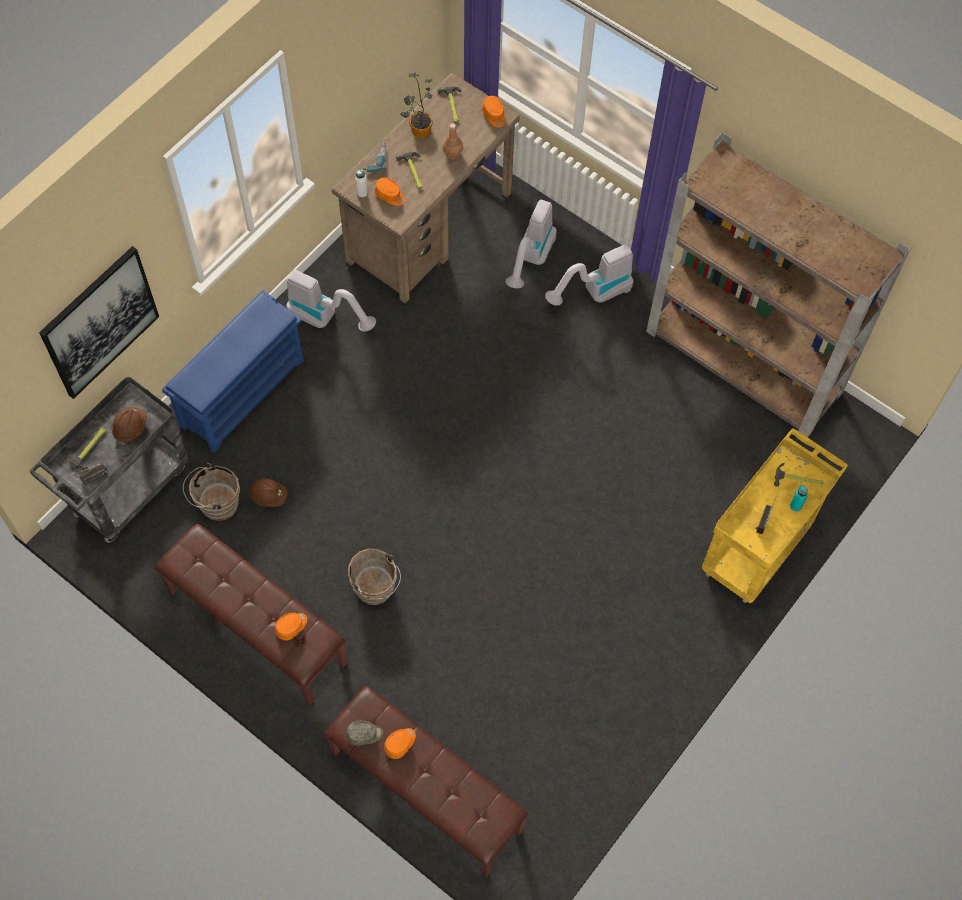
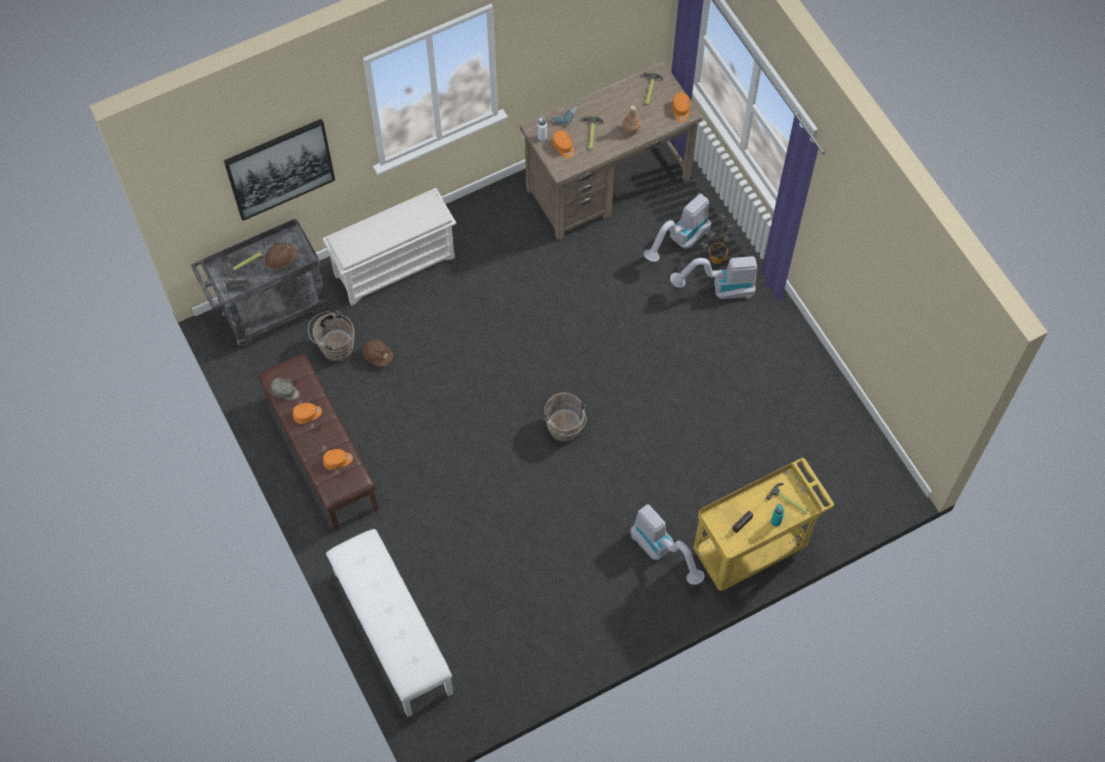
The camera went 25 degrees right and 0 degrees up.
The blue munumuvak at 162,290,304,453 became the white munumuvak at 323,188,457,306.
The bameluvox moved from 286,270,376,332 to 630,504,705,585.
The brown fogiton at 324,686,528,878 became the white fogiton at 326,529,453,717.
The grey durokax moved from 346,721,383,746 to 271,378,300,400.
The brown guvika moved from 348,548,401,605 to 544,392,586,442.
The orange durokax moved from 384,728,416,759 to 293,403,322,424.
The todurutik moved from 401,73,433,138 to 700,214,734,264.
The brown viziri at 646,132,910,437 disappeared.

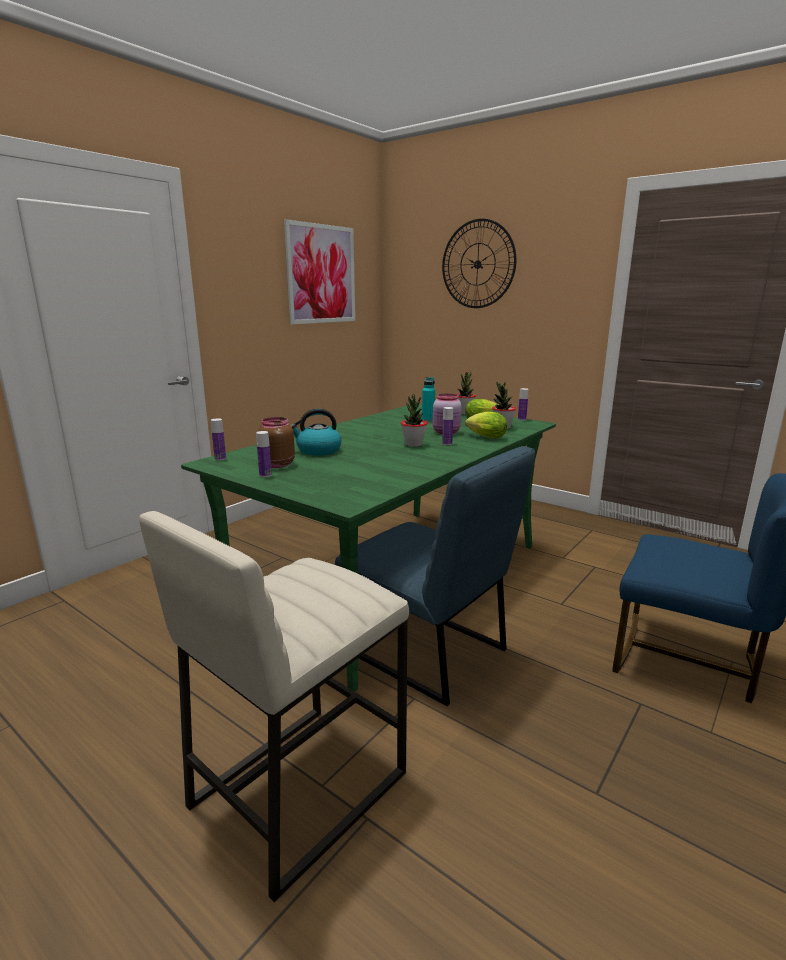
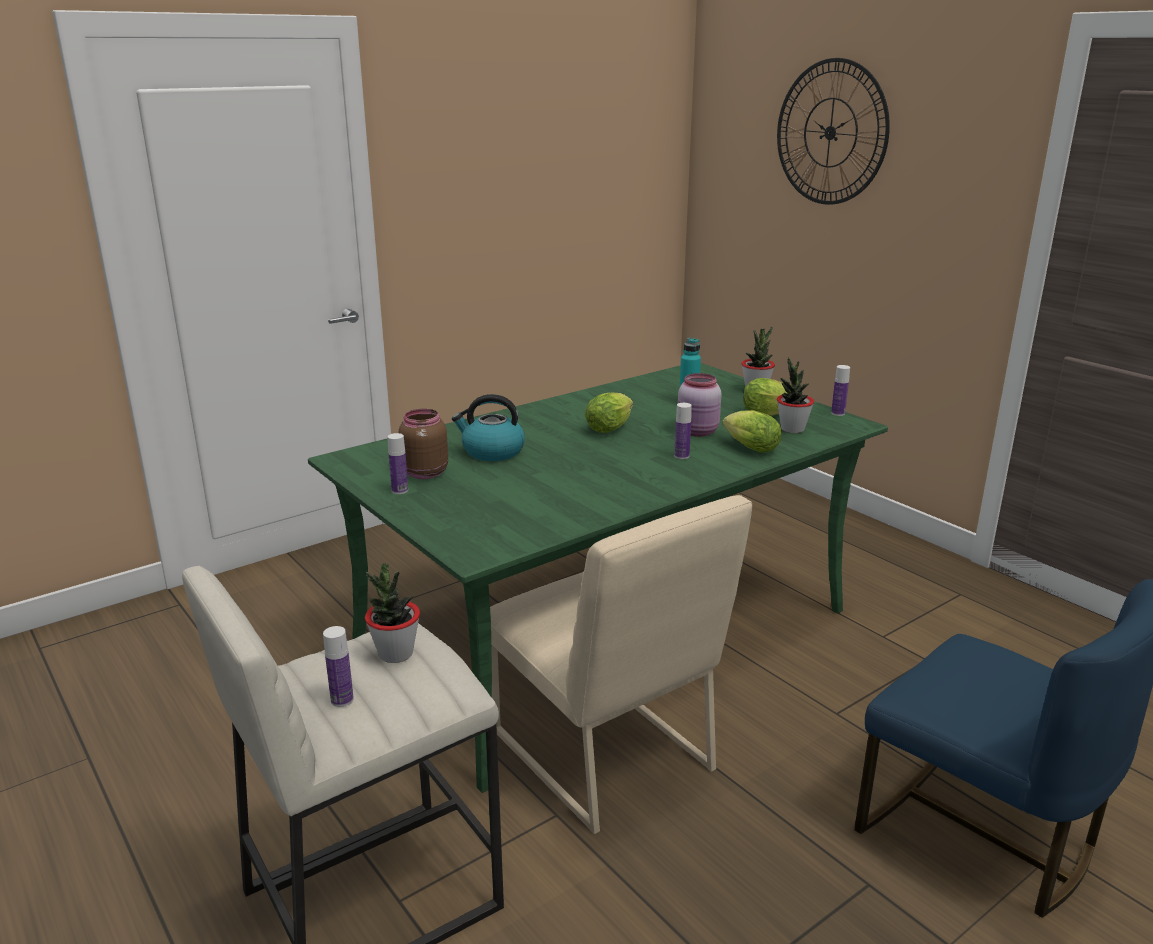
The camera went 15 degrees right and 5 degrees up.
The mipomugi moved from 211,418,226,461 to 323,626,354,707.
The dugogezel at 284,219,355,324 disappeared.
The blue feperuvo at 335,446,535,706 became the beige feperuvo at 490,495,752,834.
The todurutik moved from 401,394,427,447 to 365,564,420,663.
The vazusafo at 585,393,633,433 appeared.

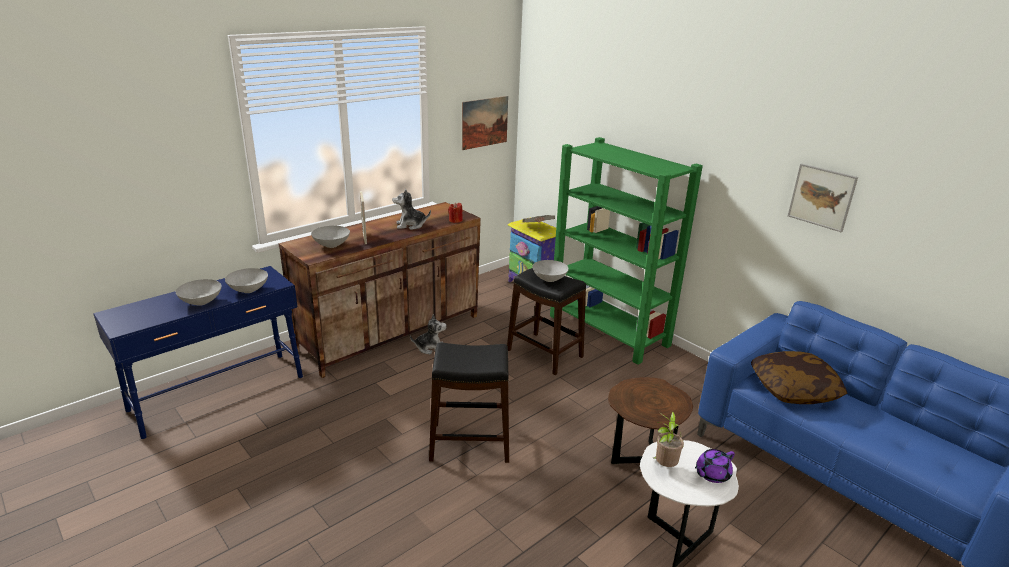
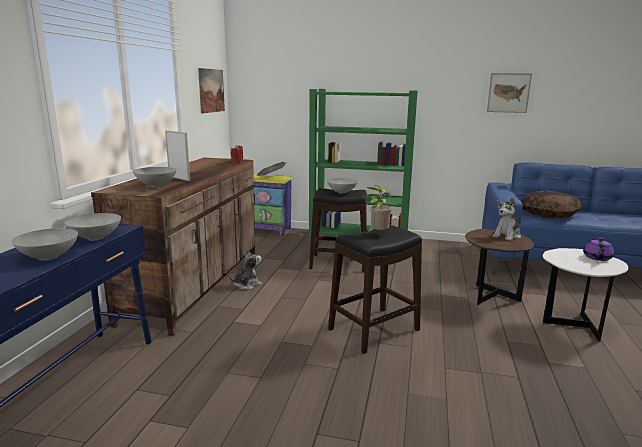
The camera went 35 degrees left and 10 degrees down.
The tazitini moved from 392,189,431,230 to 493,198,521,241.
The todurutik moved from 653,411,684,467 to 367,185,392,232.

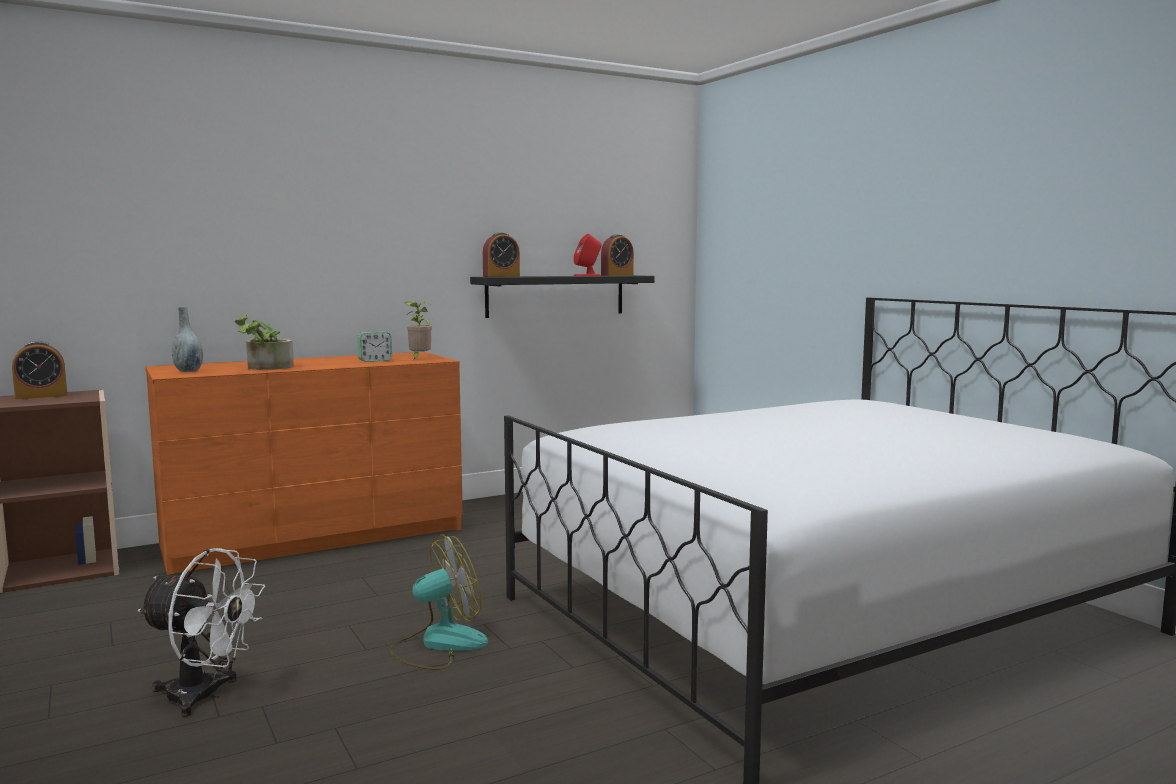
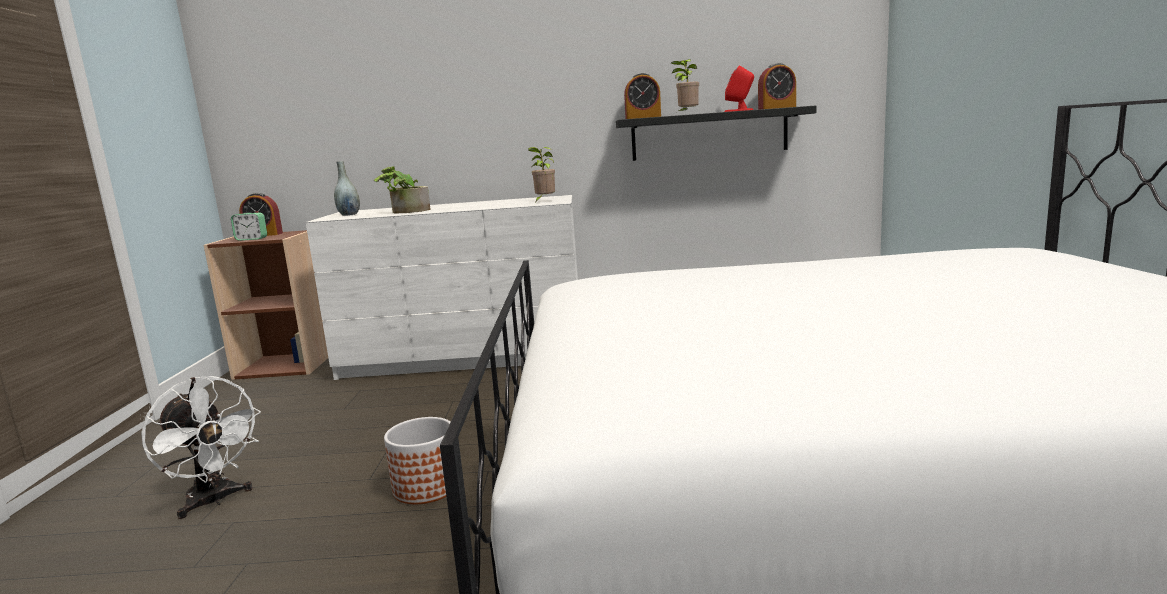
The camera went 30 degrees right and 5 degrees up.
The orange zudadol at 145,352,463,575 became the white zudadol at 305,195,578,380.
The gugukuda moved from 357,331,392,362 to 231,213,267,241.
The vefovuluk at 390,535,488,670 was replaced by the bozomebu at 384,417,451,504.
The todurutik at 671,59,699,112 appeared.

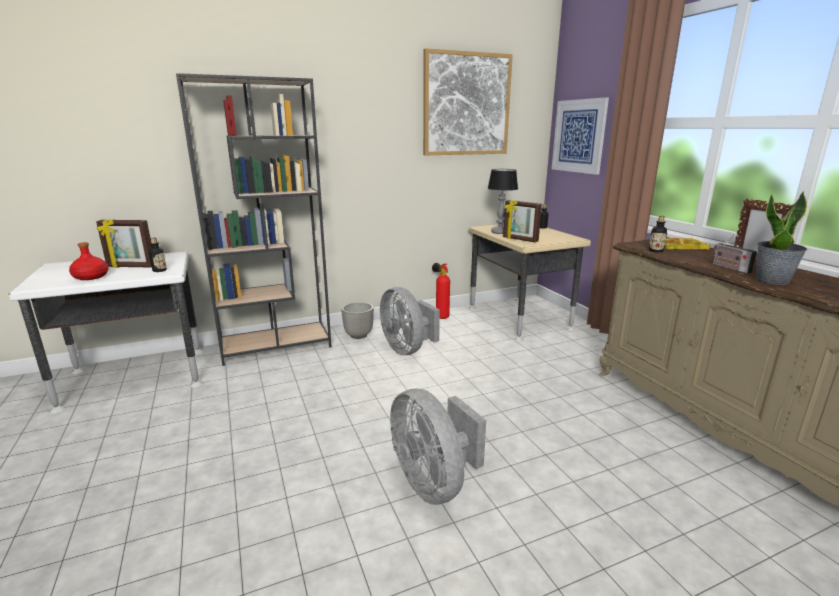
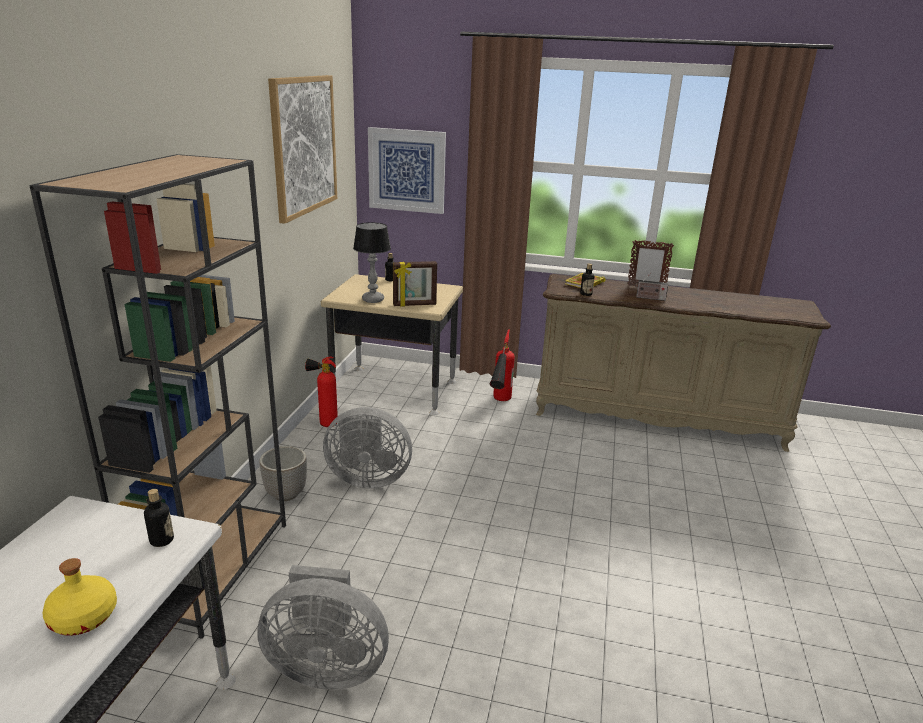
The camera went 55 degrees left and 5 degrees up.
The red mipomugi at 69,242,109,280 became the yellow mipomugi at 42,558,117,636.
The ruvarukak at 96,220,152,268 disappeared.
The grey vefovuluk moved from 390,388,486,505 to 257,565,389,690.
The todurutik at 755,191,808,285 disappeared.
The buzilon at 490,329,515,401 appeared.

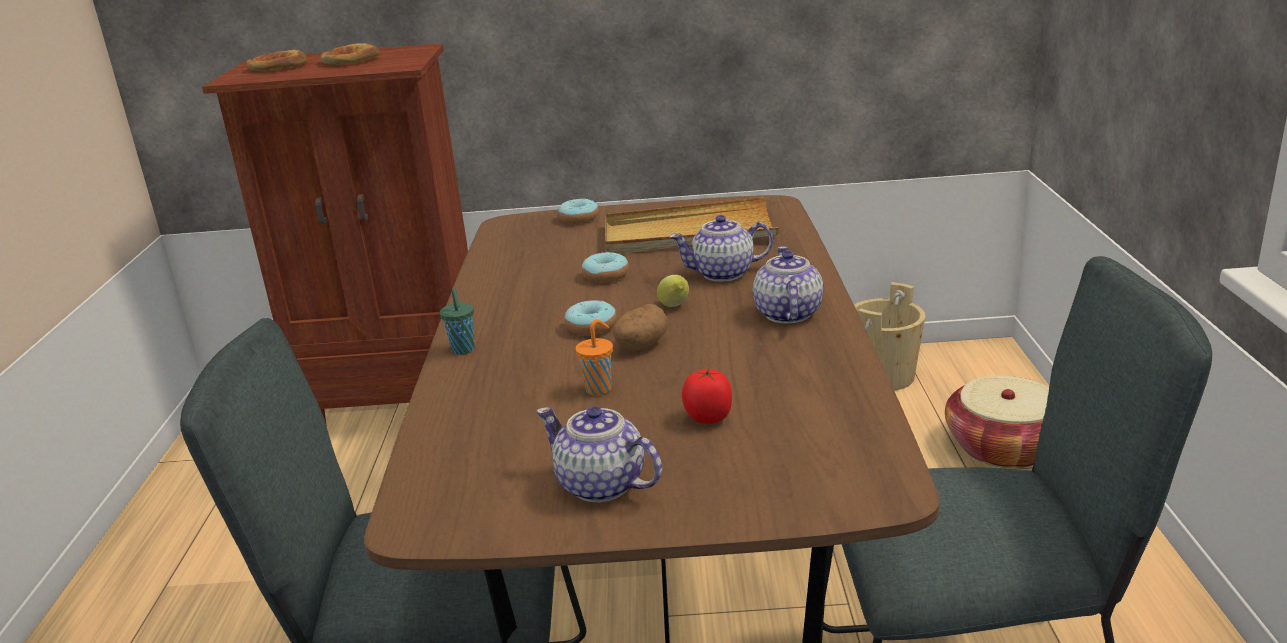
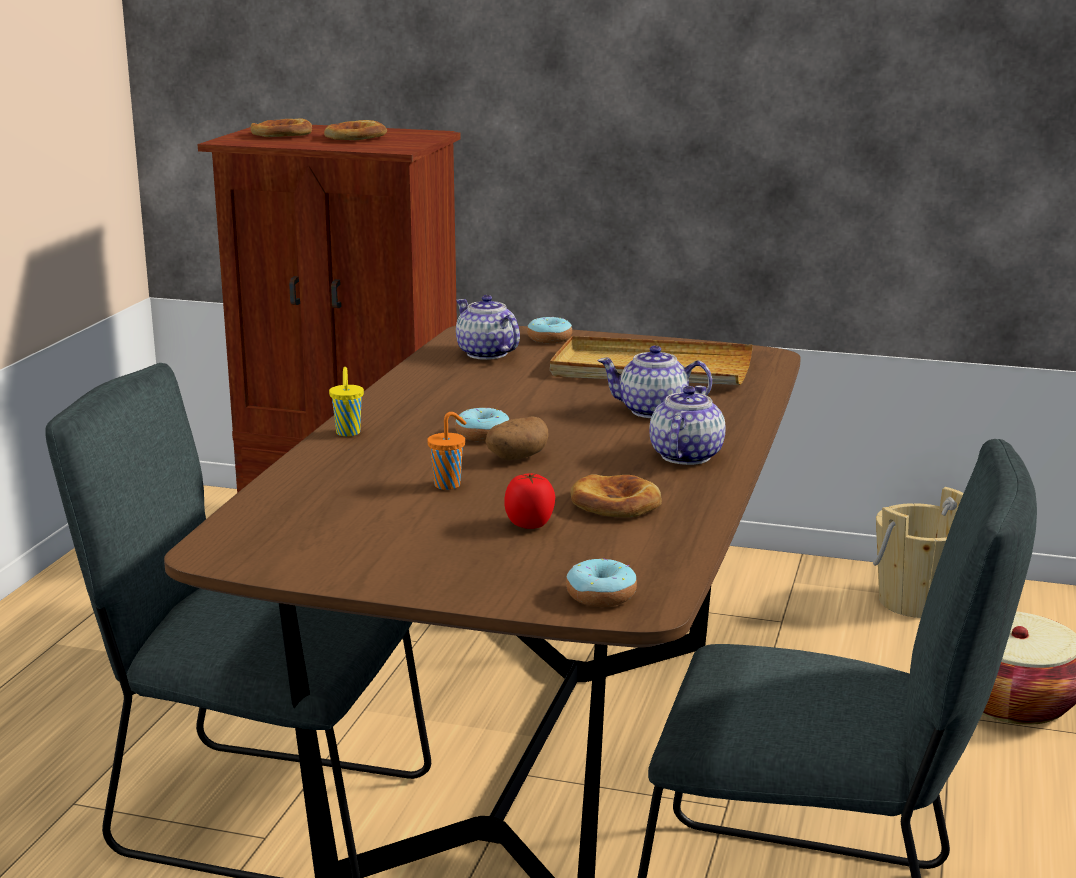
The camera went 15 degrees right and 5 degrees down.
The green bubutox at 440,288,475,355 became the yellow bubutox at 329,367,364,436.
The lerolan moved from 536,406,662,502 to 456,295,520,360.
The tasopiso moved from 582,252,629,283 to 566,558,637,607.
The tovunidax at 657,275,689,307 disappeared.
The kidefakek at 571,474,662,518 appeared.

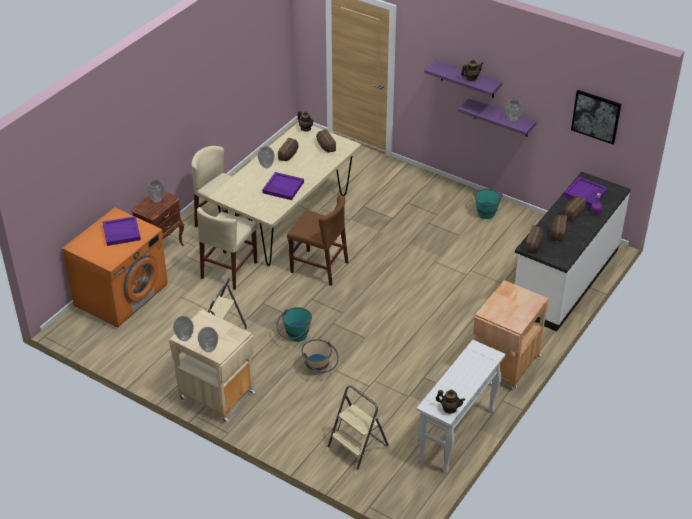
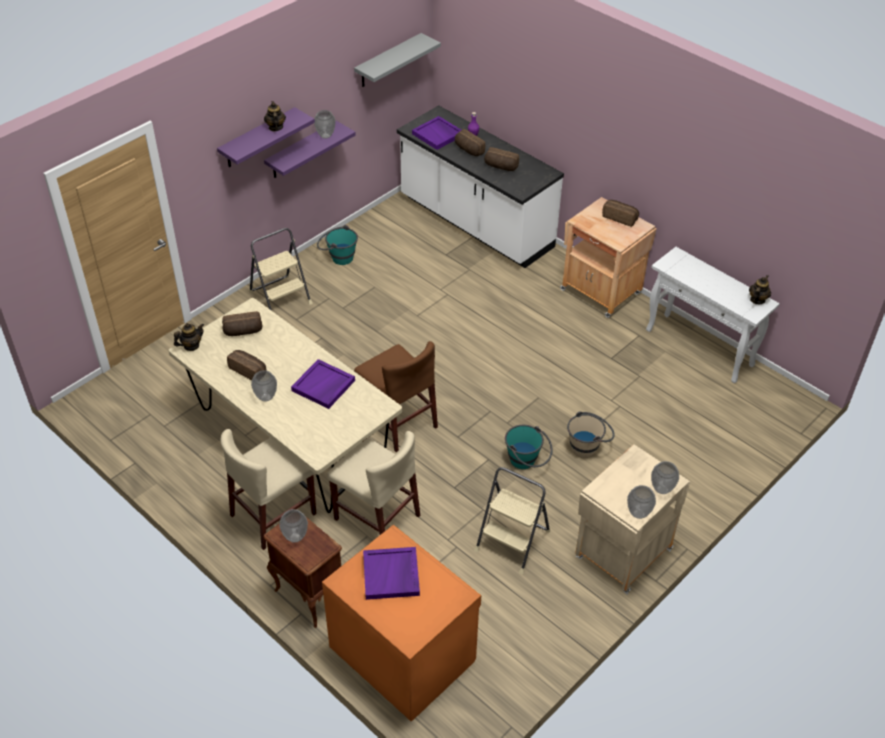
The camera went 80 degrees left and 5 degrees up.
The brown feperuvo at 287,195,348,286 turned 105 degrees clockwise.
The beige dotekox moved from 325,385,390,475 to 249,228,313,311.
The kidefakek moved from 525,225,545,252 to 602,200,639,227.
The dugogezel at 571,90,621,144 was replaced by the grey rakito at 354,33,441,87.

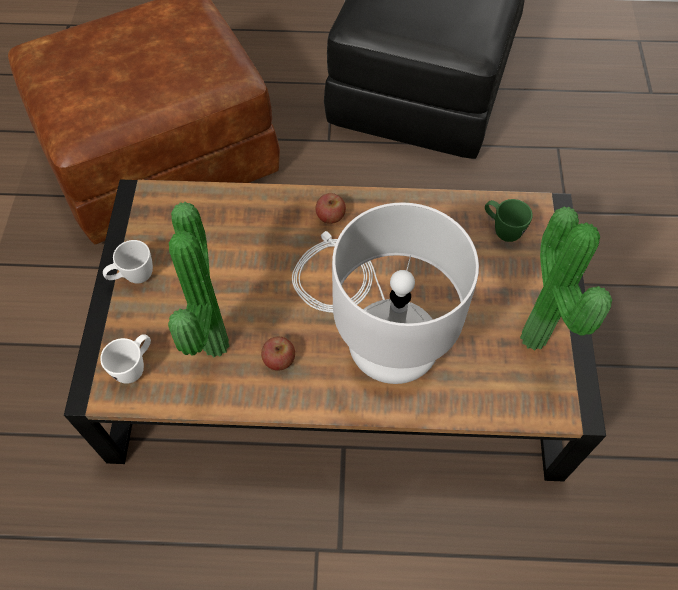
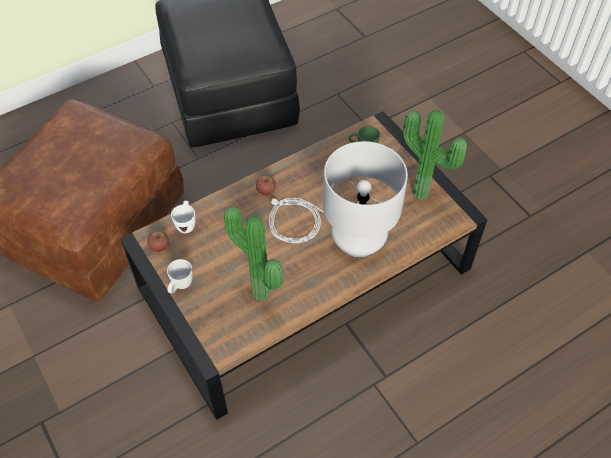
The camera went 35 degrees left and 5 degrees down.
The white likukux moved from 100,334,151,384 to 171,201,195,233.
The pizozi moved from 261,337,295,371 to 147,231,169,252.

